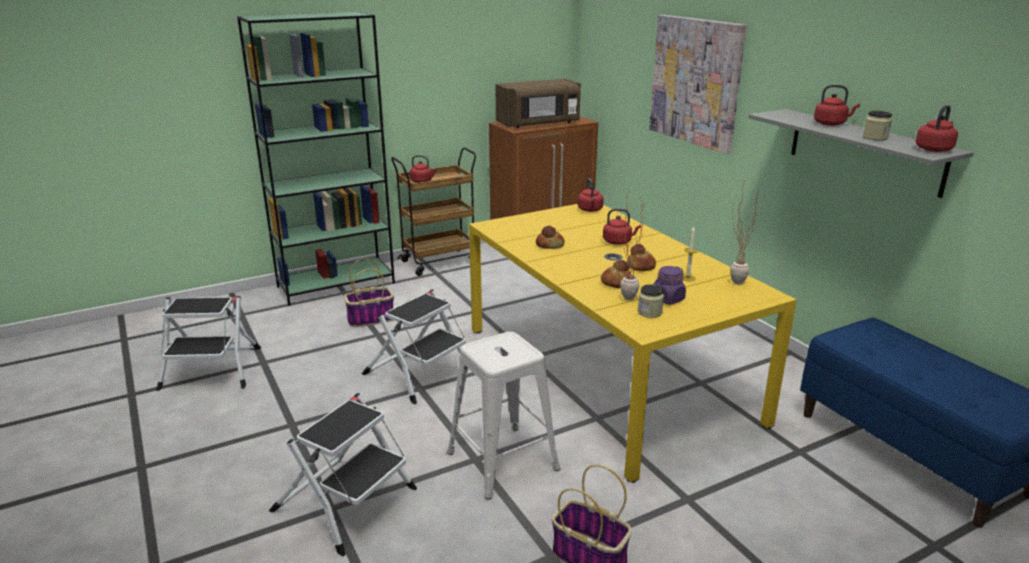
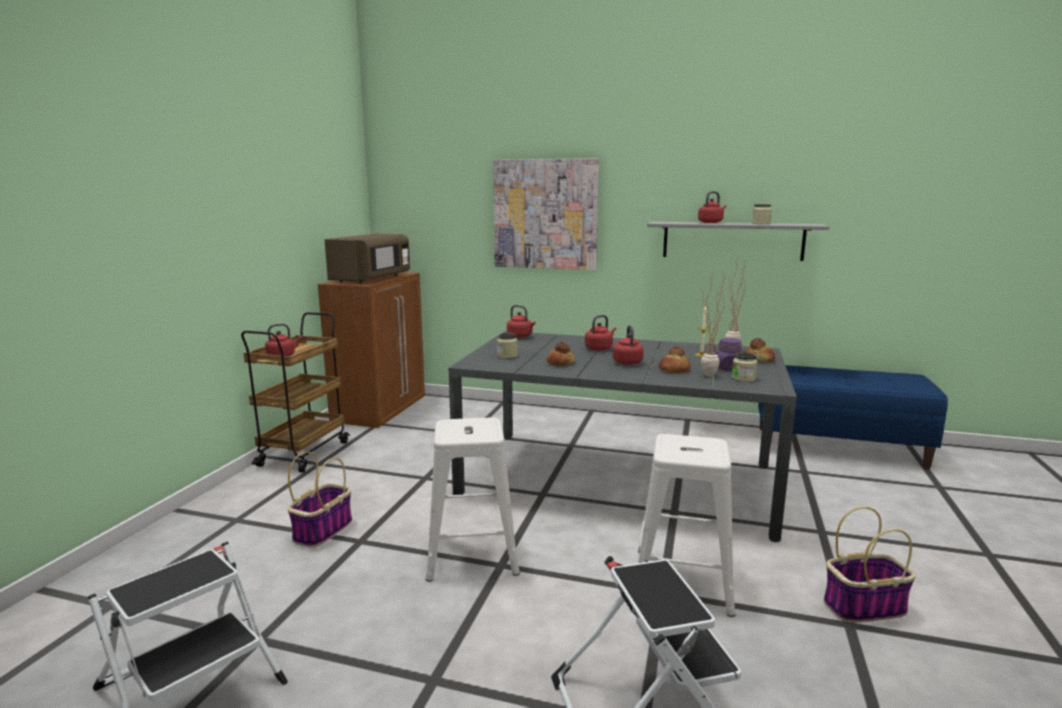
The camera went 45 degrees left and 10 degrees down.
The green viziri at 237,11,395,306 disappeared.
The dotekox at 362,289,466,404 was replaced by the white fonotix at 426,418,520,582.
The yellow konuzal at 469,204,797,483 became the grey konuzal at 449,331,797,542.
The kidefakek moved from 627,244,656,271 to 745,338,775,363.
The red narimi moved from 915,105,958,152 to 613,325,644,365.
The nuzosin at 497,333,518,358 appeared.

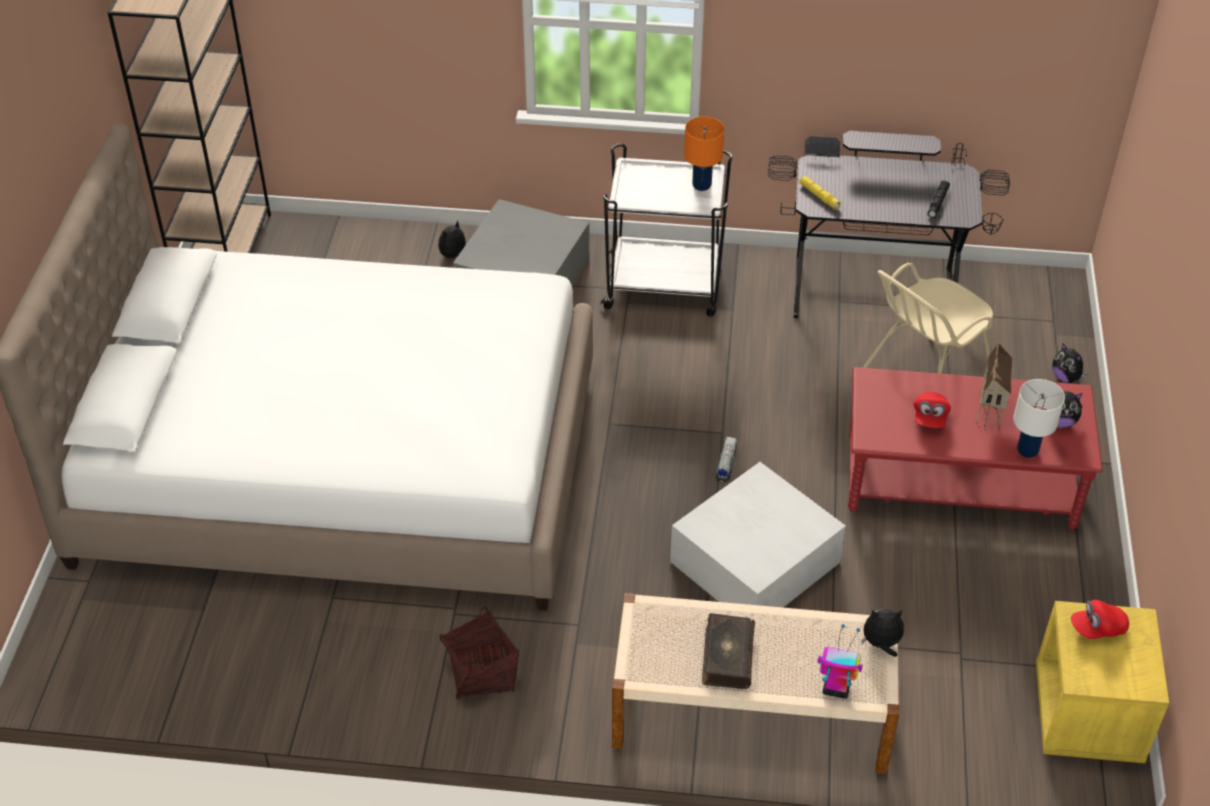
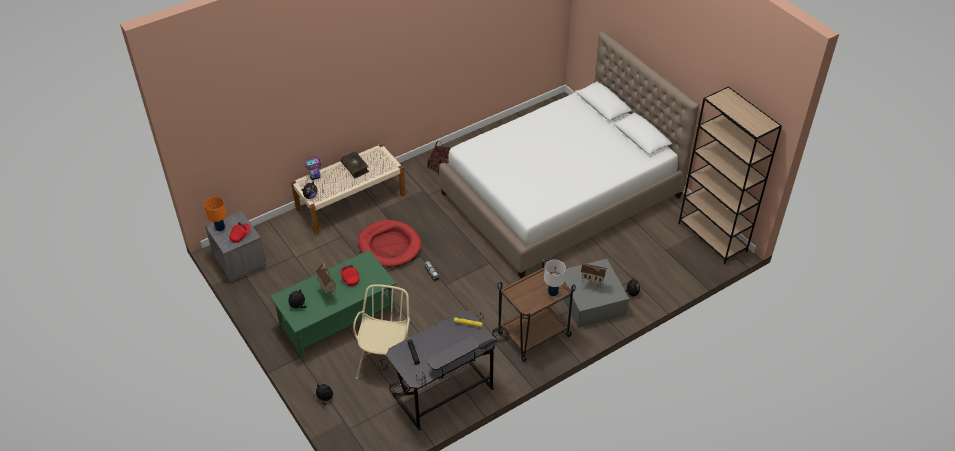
The camera went 140 degrees right and 0 degrees up.
The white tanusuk at 600,143,732,316 became the brown tanusuk at 497,259,576,362.
The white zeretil at 670,462,846,629 was replaced by the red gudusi at 358,220,421,268.
The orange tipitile moved from 684,116,724,191 to 204,197,227,231.
The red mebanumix at 848,367,1103,530 became the green mebanumix at 270,250,397,358.
The white tipitile moved from 1013,379,1065,458 to 544,260,566,296.
The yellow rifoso at 1036,601,1169,763 became the grey rifoso at 205,211,267,282.
The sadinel at 580,264,607,292 appeared.

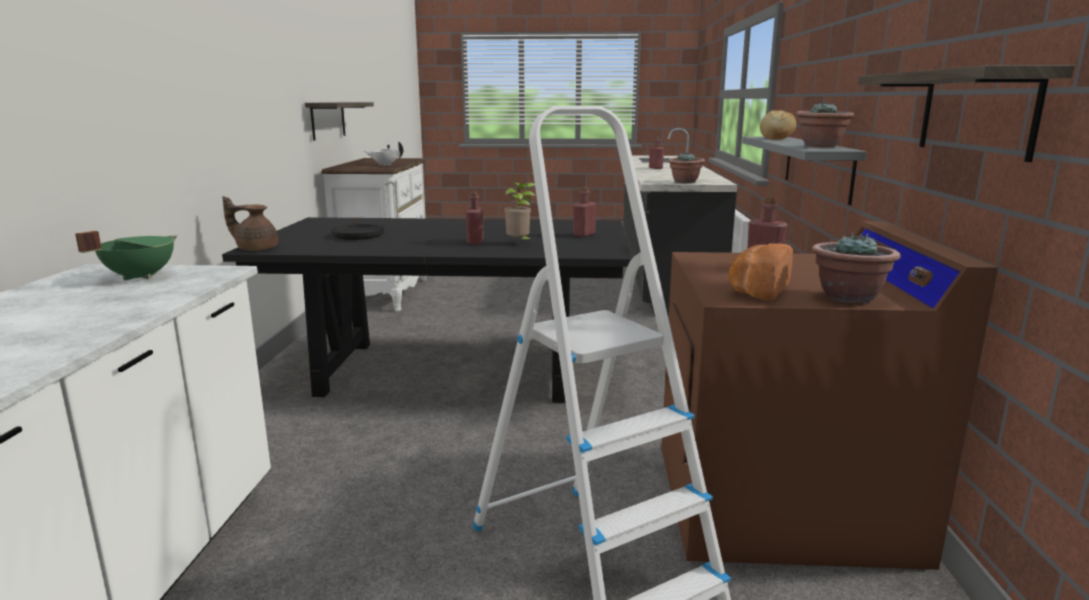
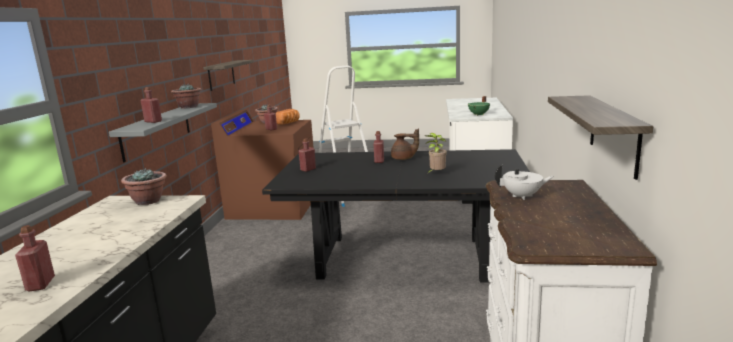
The camera went 175 degrees left and 0 degrees up.
The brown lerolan moved from 222,196,278,251 to 391,129,419,160.
The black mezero at 331,218,385,240 disappeared.
The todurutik moved from 504,183,536,240 to 425,133,447,173.
The kidefakek at 760,110,796,140 was replaced by the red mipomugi at 141,87,162,123.

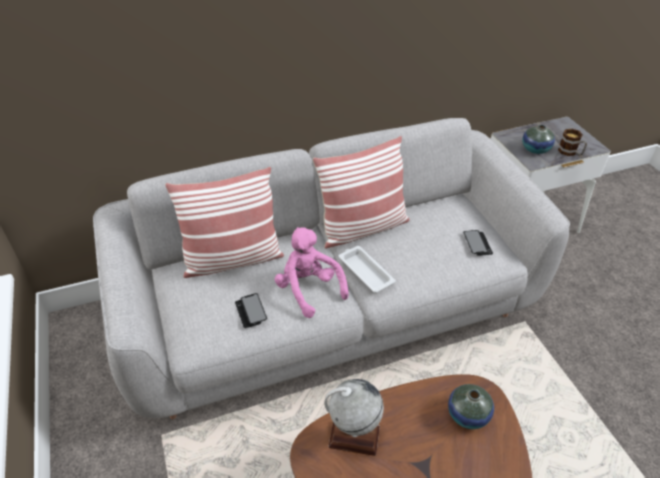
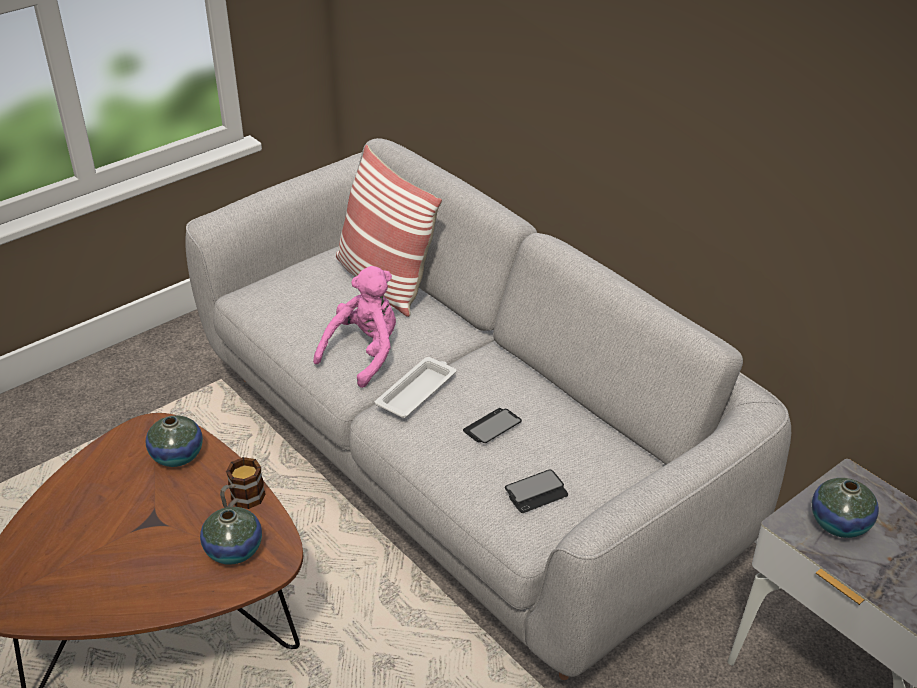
The camera went 70 degrees right and 5 degrees down.
The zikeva moved from 235,293,267,328 to 463,408,522,443.
The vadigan at 313,136,410,249 disappeared.
The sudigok at 324,379,384,456 was replaced by the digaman at 146,415,203,467.
The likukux moved from 558,129,587,156 to 220,457,266,509.

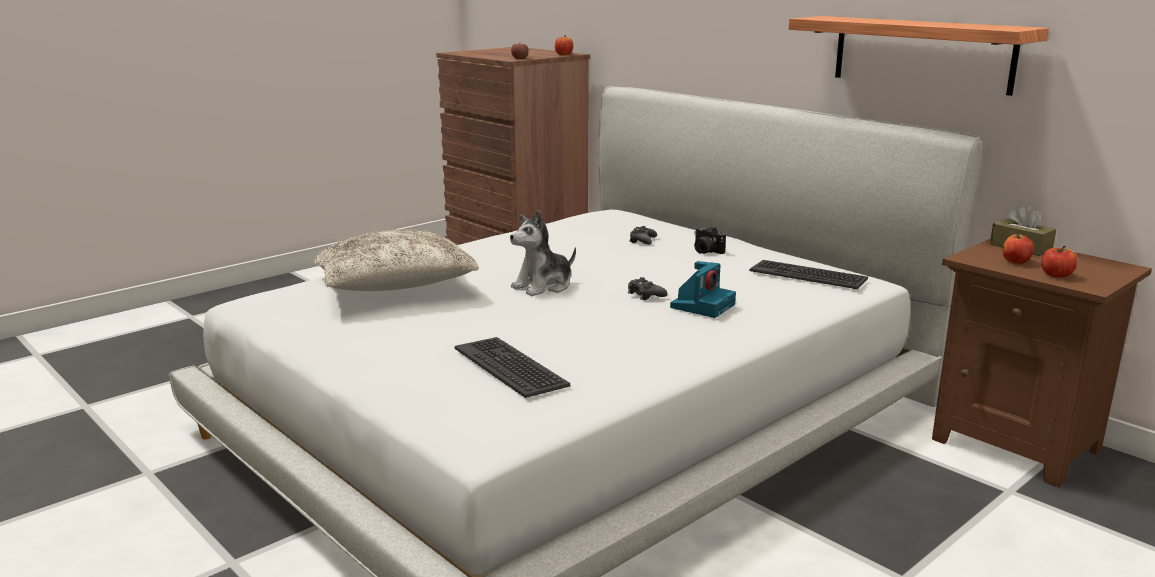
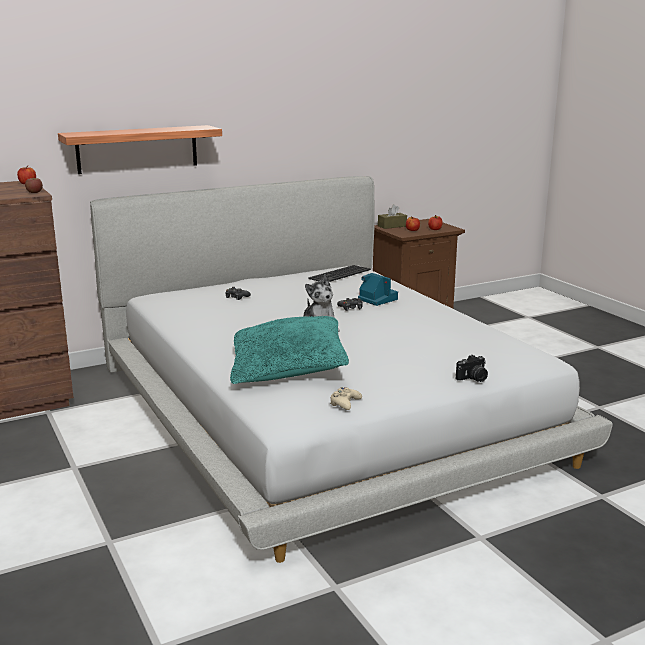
The camera went 75 degrees left and 0 degrees up.
The beige vadigan at 315,229,479,291 became the turquoise vadigan at 230,316,349,384.
The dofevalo at 454,337,571,398 disappeared.
The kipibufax moved from 694,227,726,254 to 456,355,488,382.
The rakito moved from 789,16,1049,96 to 58,125,222,174.
The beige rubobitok at 330,387,362,410 appeared.

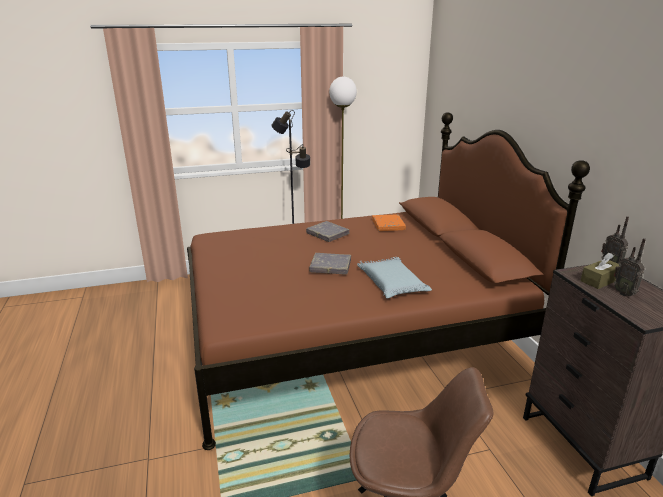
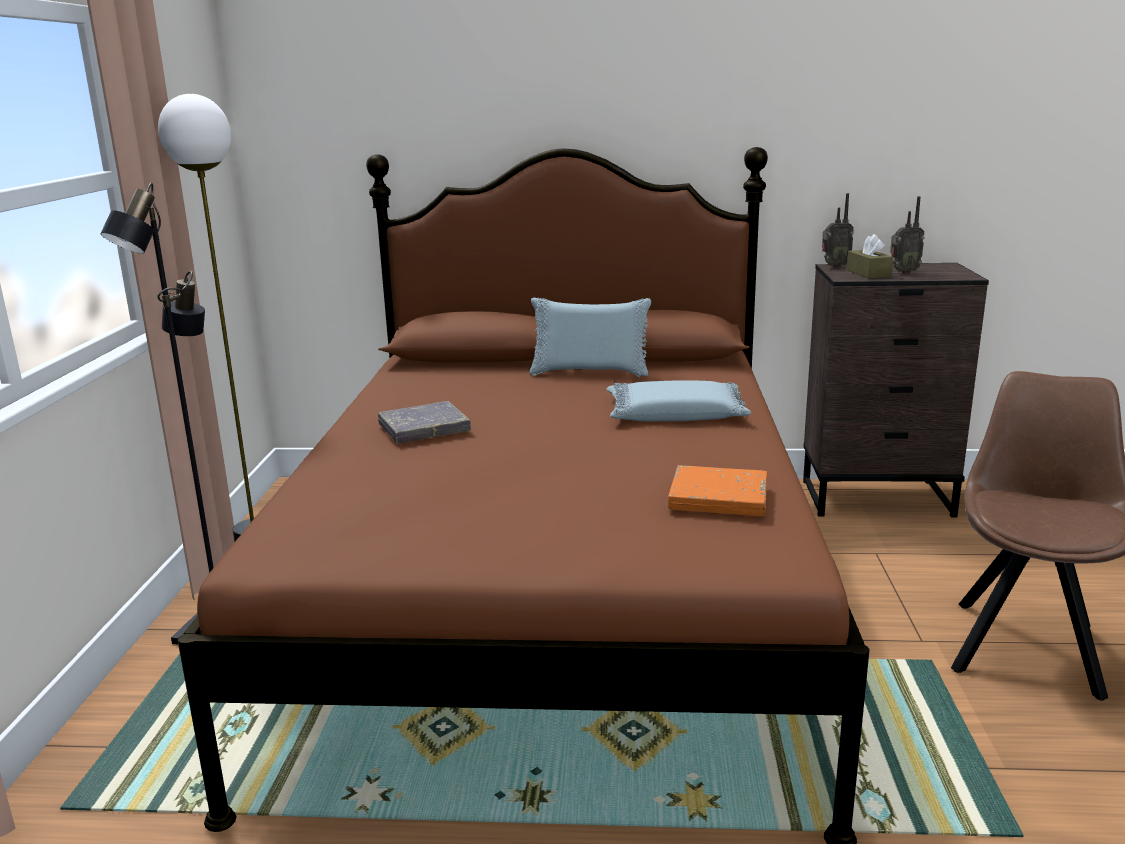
The camera went 70 degrees left and 5 degrees down.
The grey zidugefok at 309,253,351,275 disappeared.
The orange zidugefok moved from 372,214,406,231 to 668,465,767,516.
The blue vadigan at 529,298,651,378 appeared.

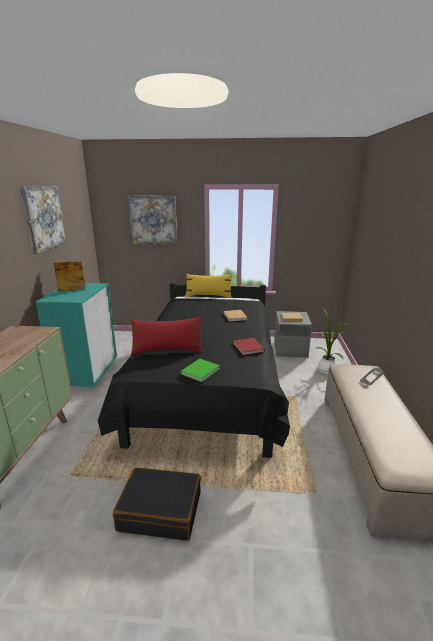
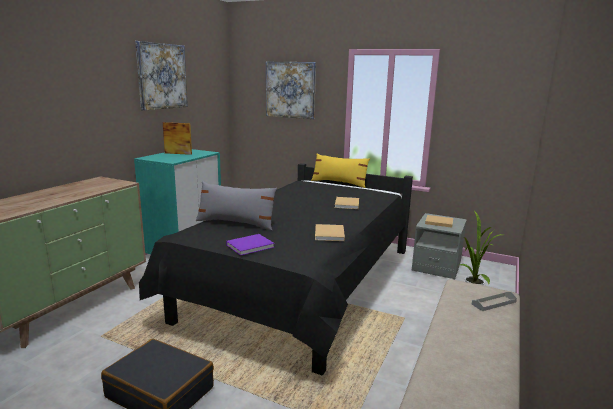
The camera went 20 degrees right and 5 degrees down.
The red vadigan at 131,317,203,355 became the grey vadigan at 196,181,277,231.
The green zidugefok at 181,359,220,382 became the purple zidugefok at 226,234,275,256.
The red zidugefok at 233,338,265,355 became the beige zidugefok at 315,224,345,241.

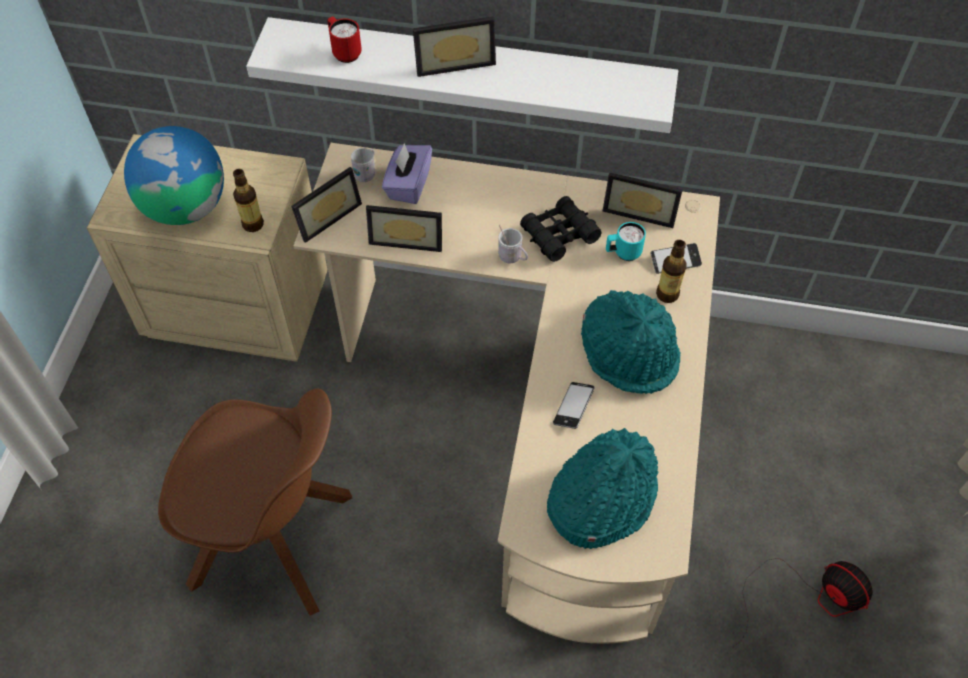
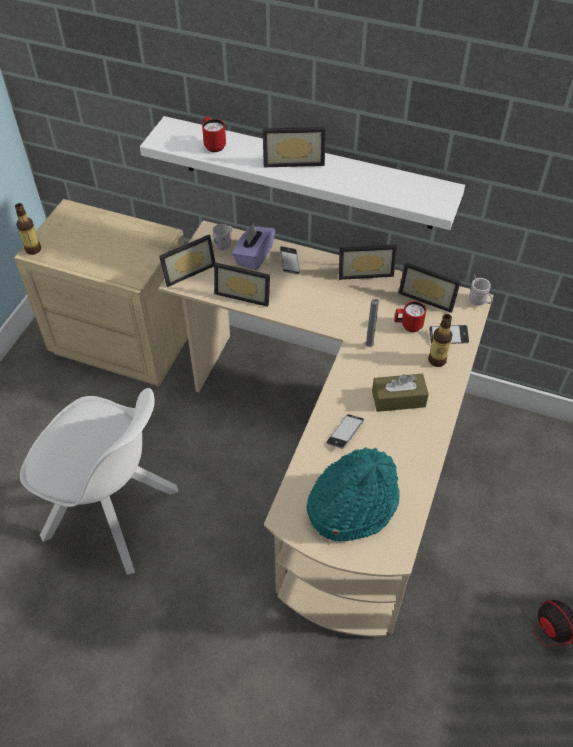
The camera went 10 degrees right and 5 degrees down.
The sudigok at 124,126,224,225 disappeared.
The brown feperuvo at 158,388,352,616 became the white feperuvo at 20,388,178,575.
The mipomugi moved from 233,169,264,232 to 15,203,41,255.
The white likukux moved from 498,225,528,264 to 469,274,493,306.
The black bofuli at 520,196,601,262 disappeared.
The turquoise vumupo at 581,290,681,394 was replaced by the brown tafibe at 372,374,429,412.
The turquoise likukux at 606,222,646,261 became the red likukux at 394,301,426,332.
The zikeva at 280,246,300,274 appeared.
The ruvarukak at 339,245,397,280 appeared.
The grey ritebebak at 365,299,379,347 appeared.

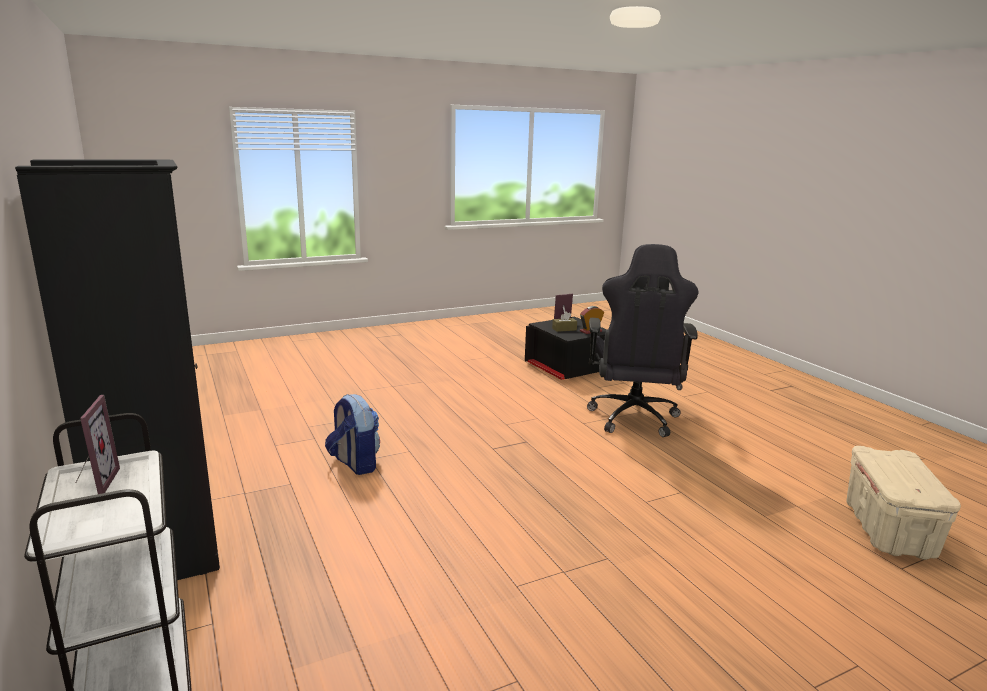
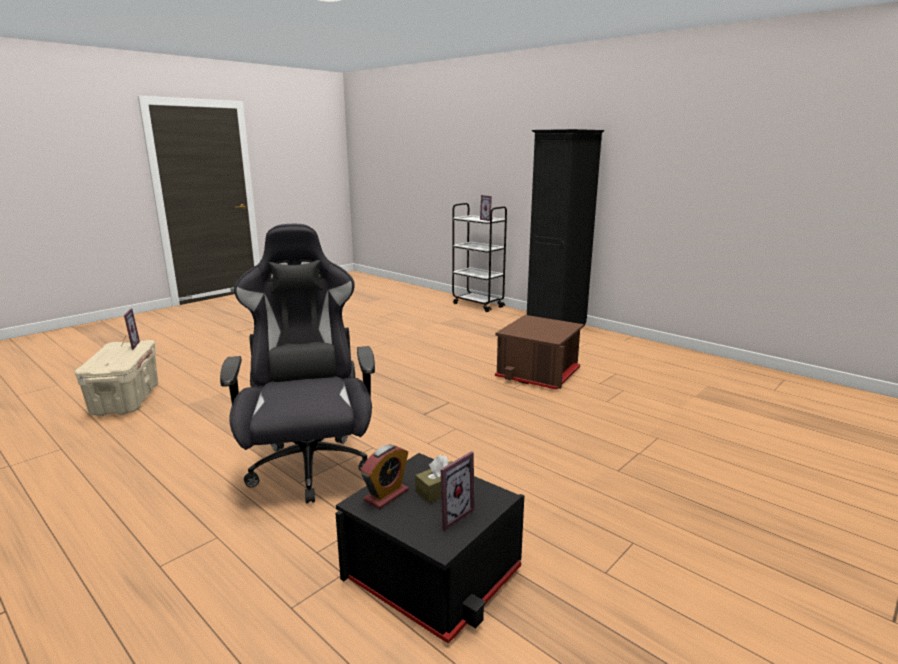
The camera went 160 degrees right and 0 degrees up.
The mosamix at 325,394,380,475 was replaced by the brown zeretil at 495,315,584,390.
The ruvarukak at 122,308,140,350 appeared.

